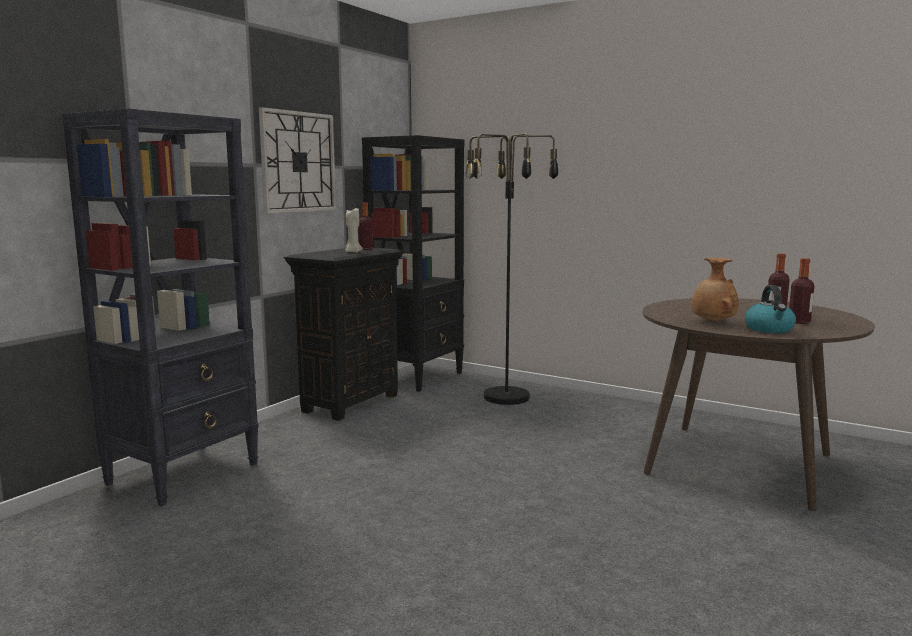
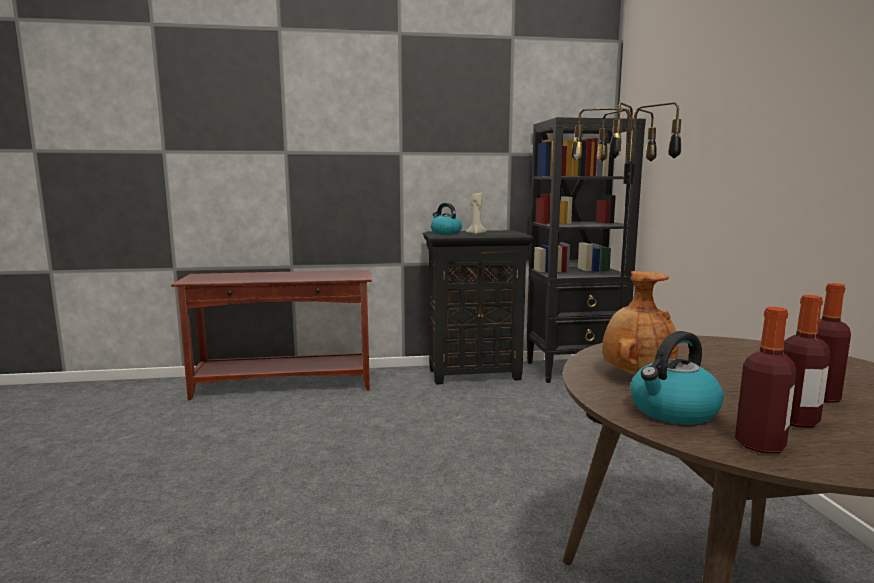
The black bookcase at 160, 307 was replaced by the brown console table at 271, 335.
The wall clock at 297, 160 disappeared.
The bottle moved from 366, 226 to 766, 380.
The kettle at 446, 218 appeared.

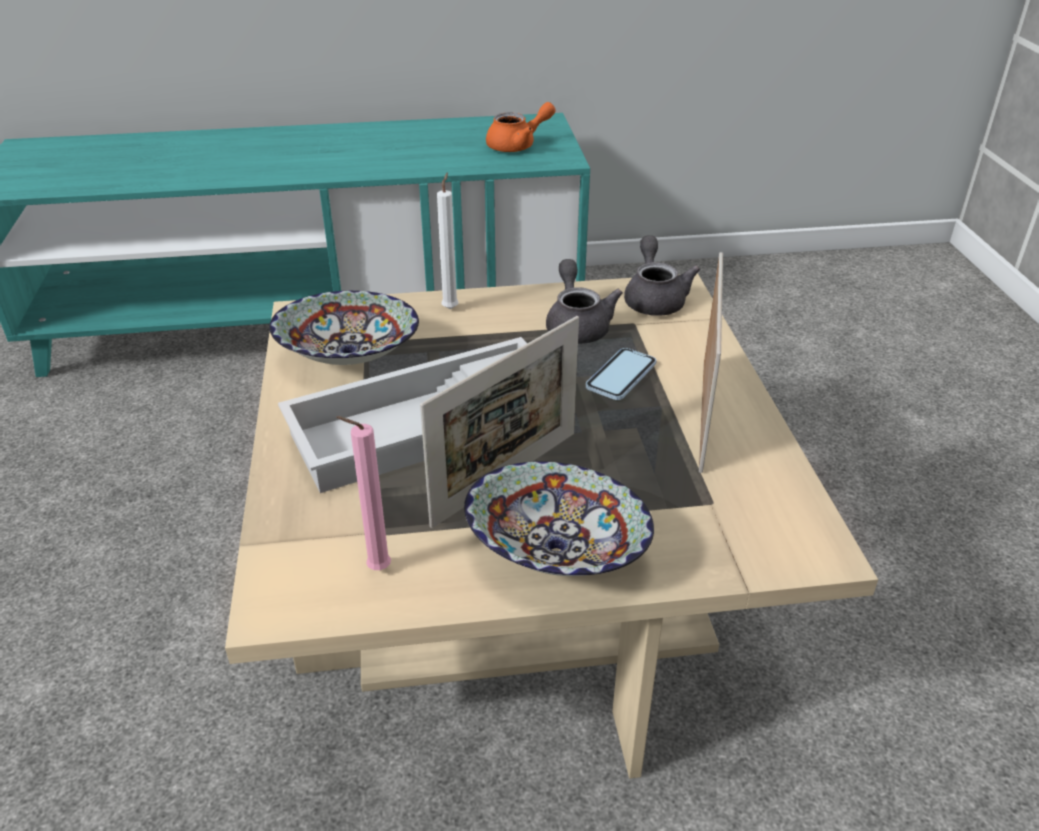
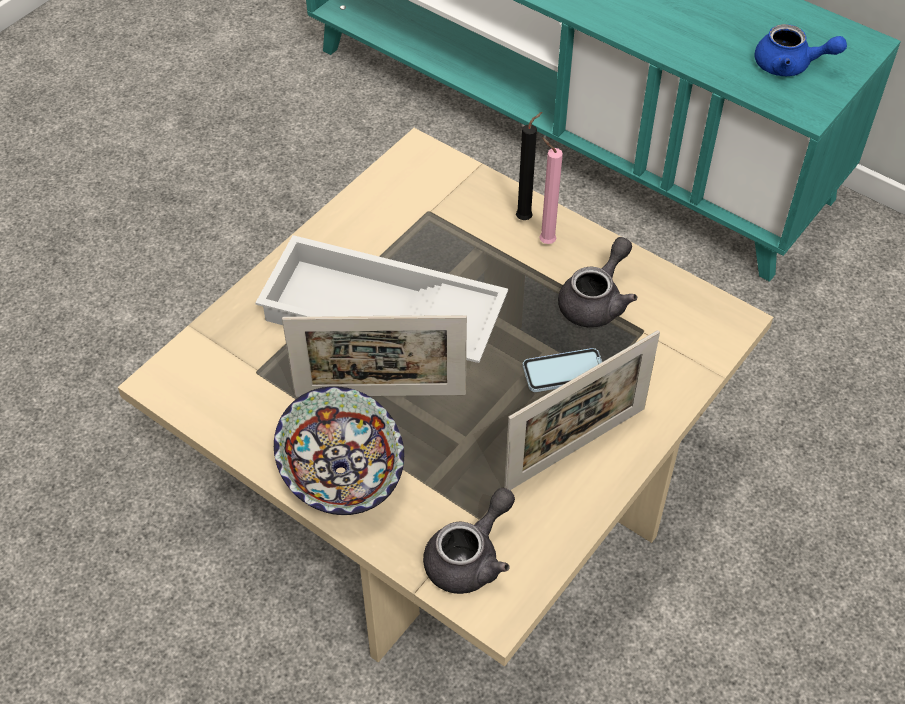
The bowl at 344, 328 disappeared.
The pink candle moved from 363, 493 to 551, 190.
The white candle at 448, 241 became the black candle at 529, 166.
The orange teapot at 521, 127 became the blue teapot at 801, 50.
The grey teapot moved from 662, 275 to 469, 541.

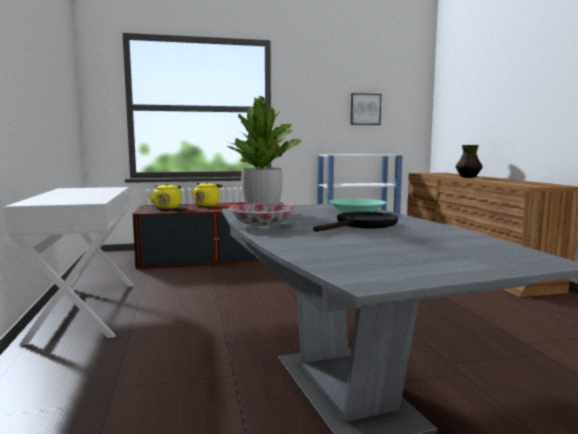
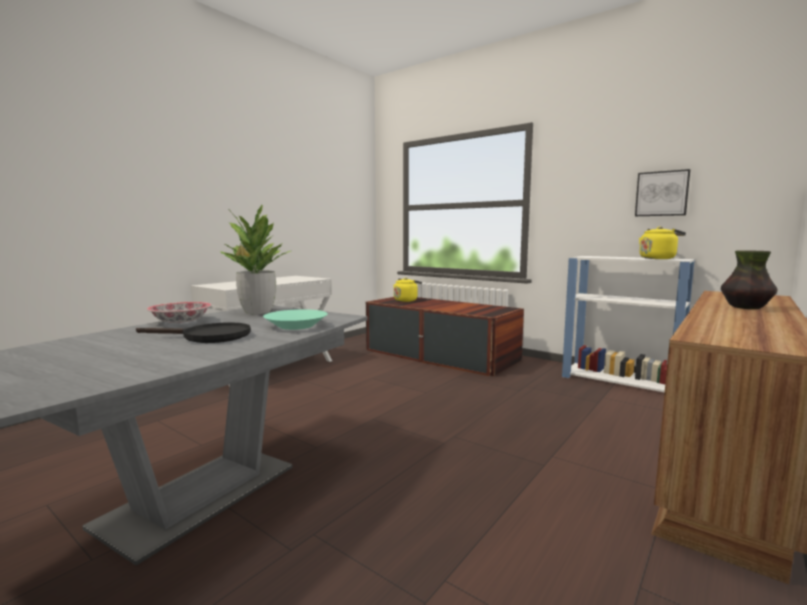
The yellow kettle moved from 207, 194 to 662, 243.

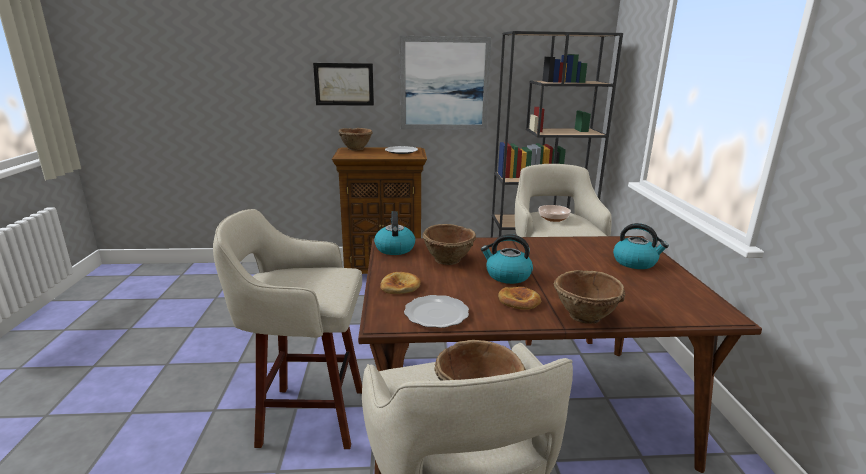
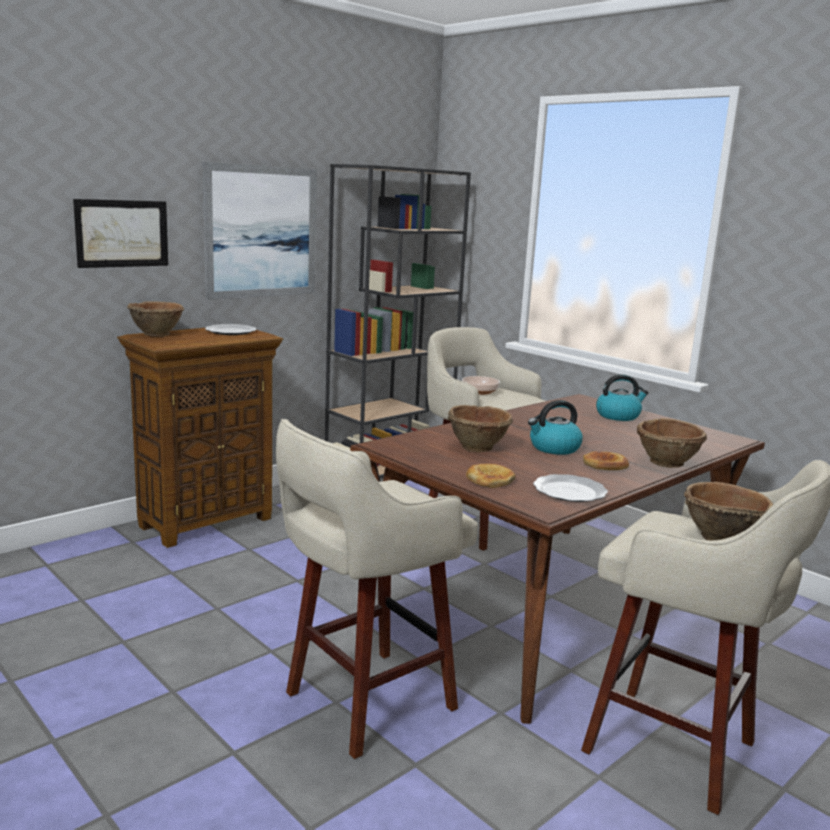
The kettle at 394, 233 disappeared.

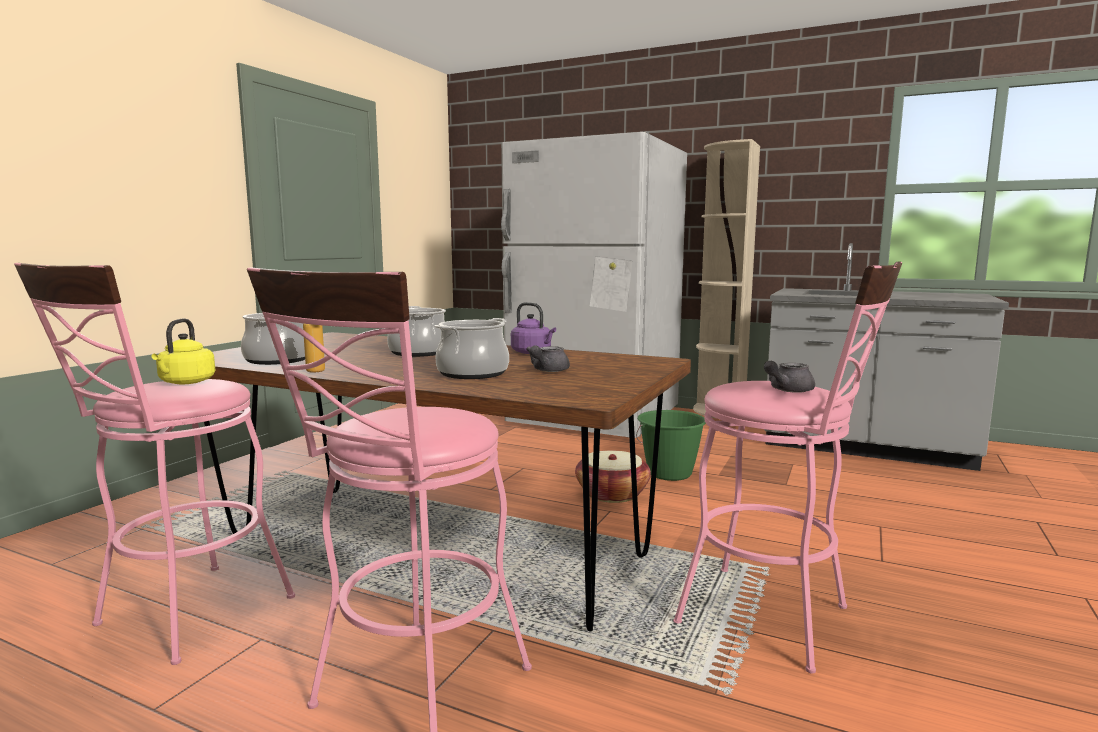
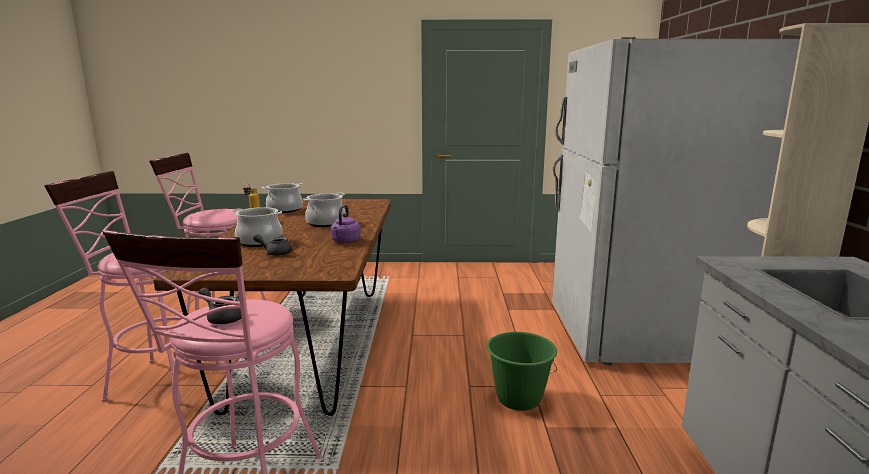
The yellow kettle at 183, 351 disappeared.
The basket at 613, 477 disappeared.

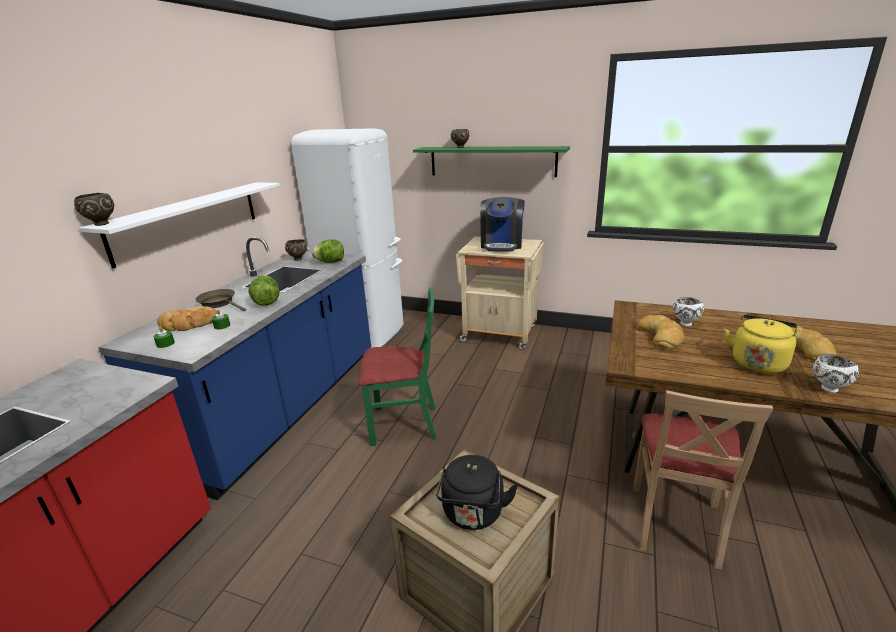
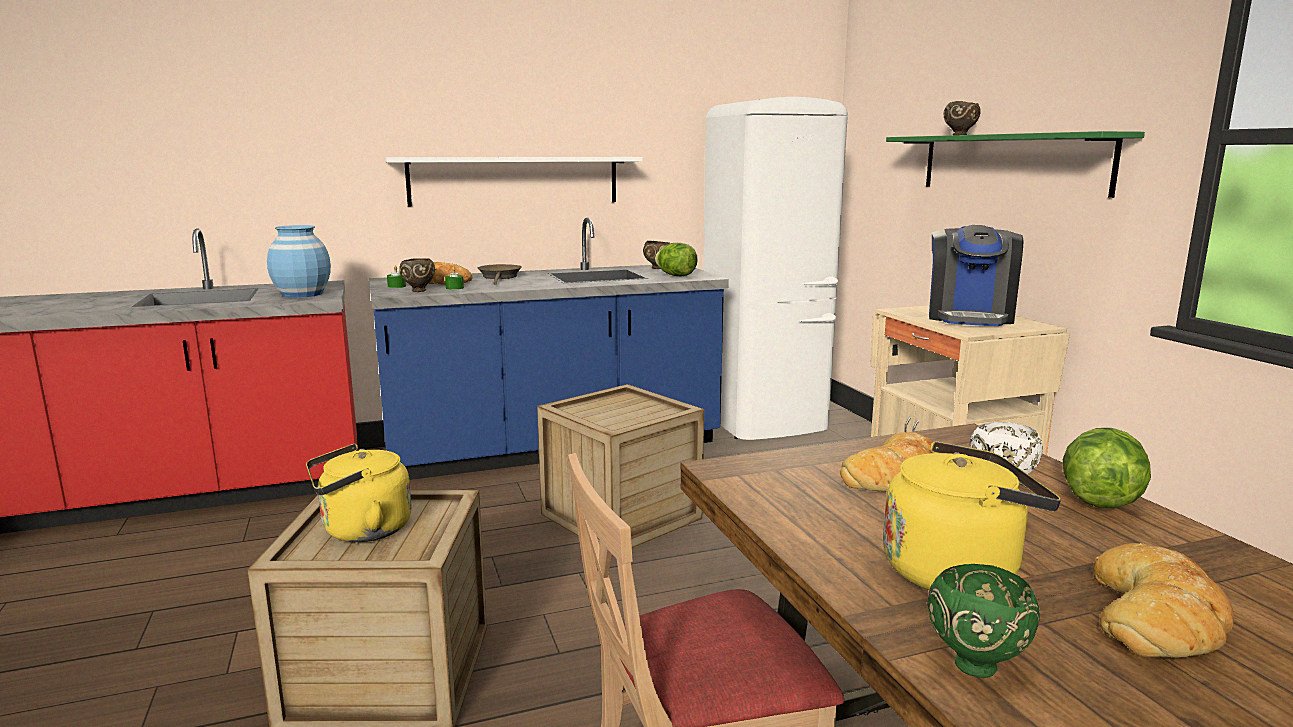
The brown bowl moved from 94, 209 to 417, 275.
The lettuce moved from 264, 290 to 1107, 468.
The green chair at 397, 367 was replaced by the crate at 620, 470.
The black kettle at 477, 492 became the yellow kettle at 359, 493.
The coffee machine at 502, 224 turned 45 degrees counterclockwise.
The white bowl at 836, 373 became the green bowl at 983, 621.
The blue vase at 299, 261 appeared.

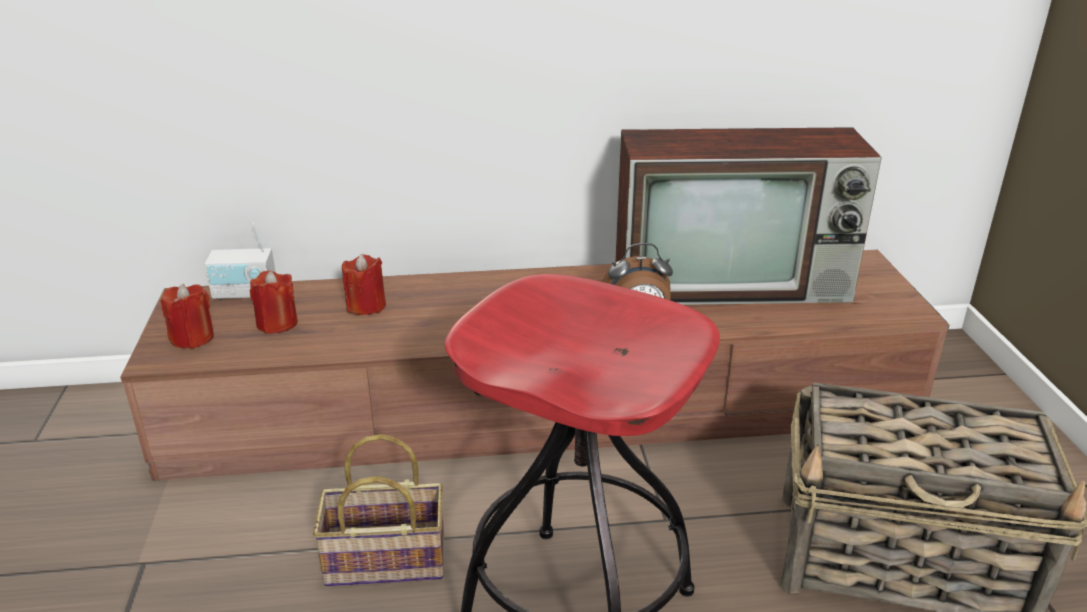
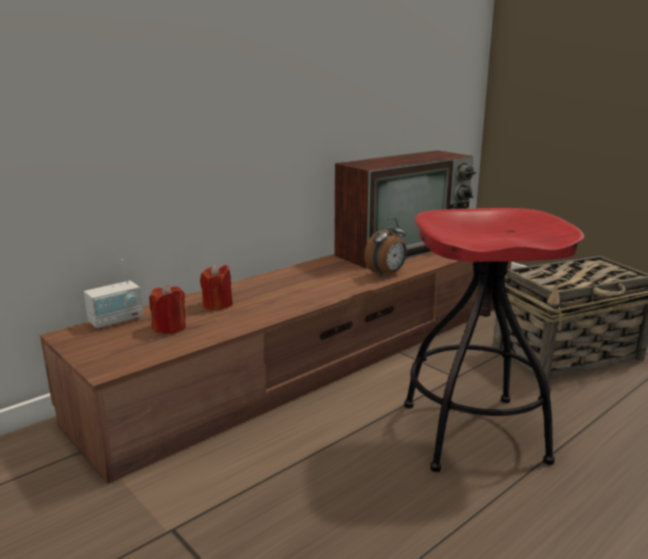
The red candle at 187, 316 disappeared.
The basket at 378, 510 disappeared.

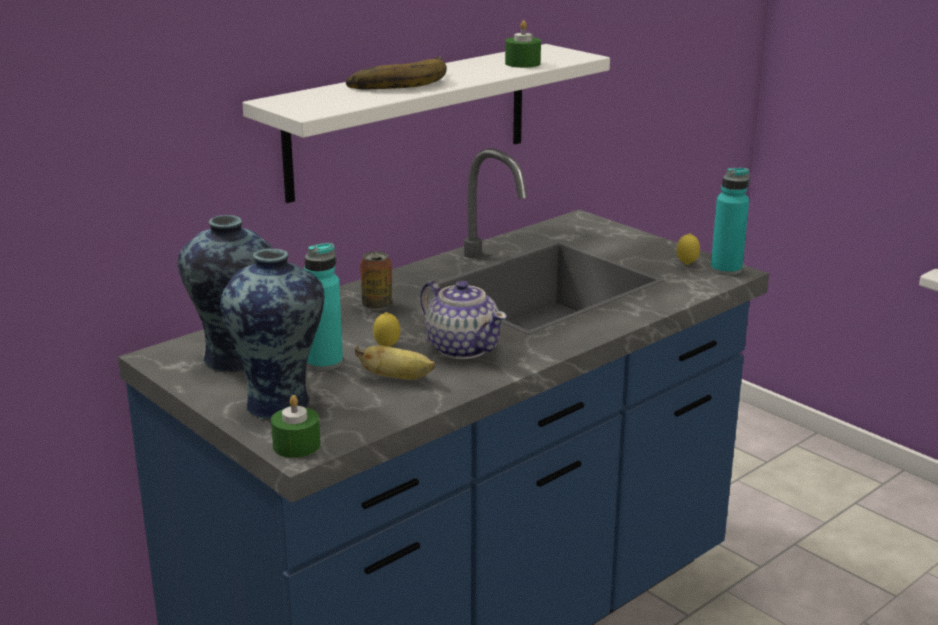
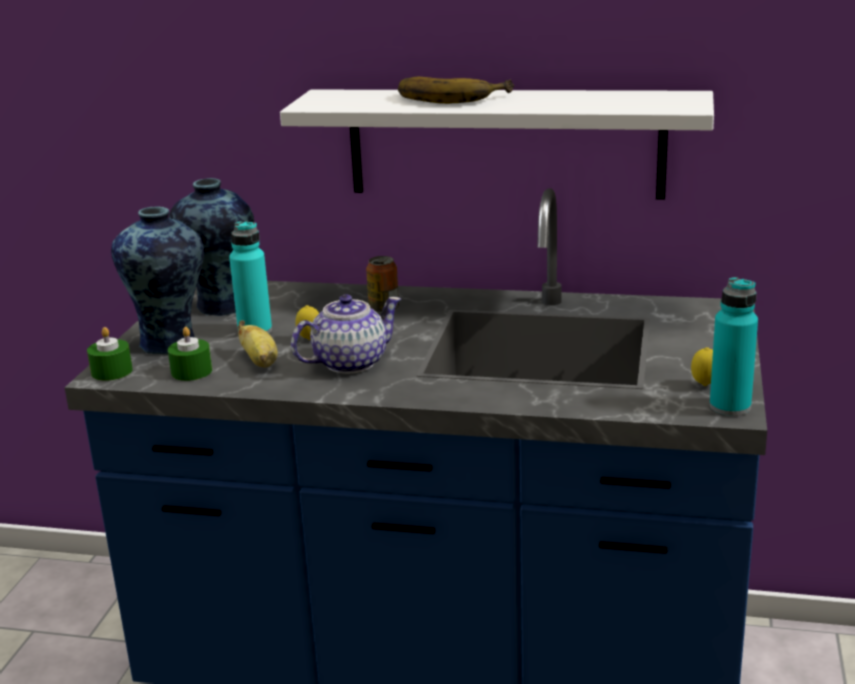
The teapot at 463, 319 turned 135 degrees counterclockwise.
The green candle moved from 523, 44 to 190, 354.

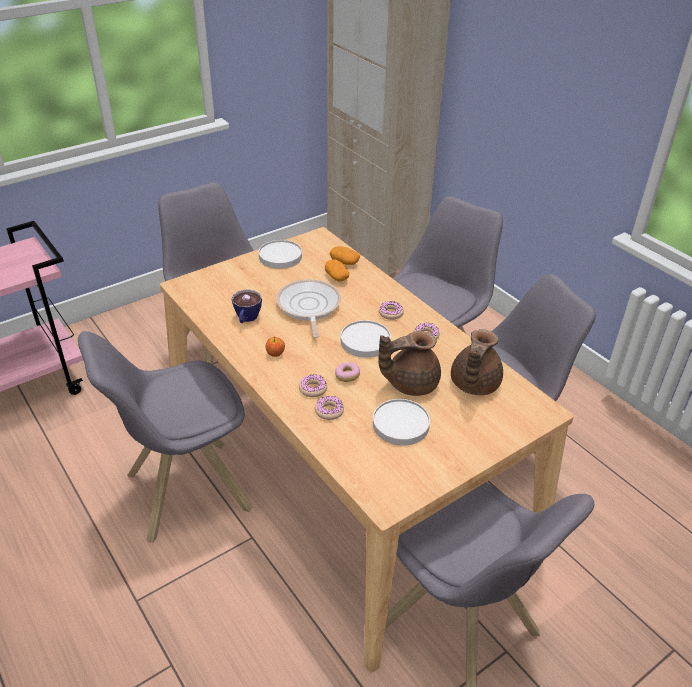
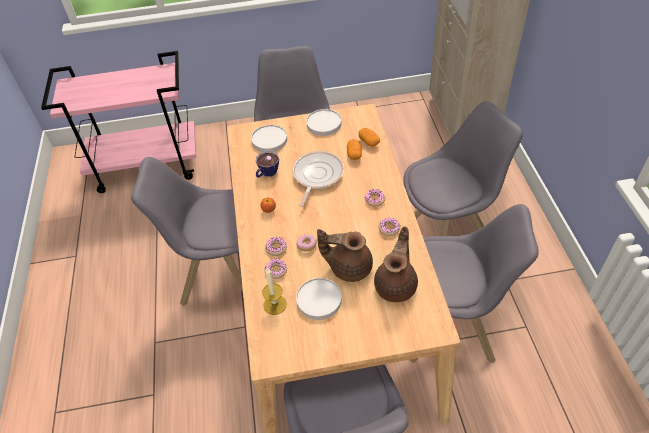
The white plate moved from 366, 339 to 269, 138.
The brown teapot at 477, 362 turned 150 degrees clockwise.
The candle at 274, 291 appeared.

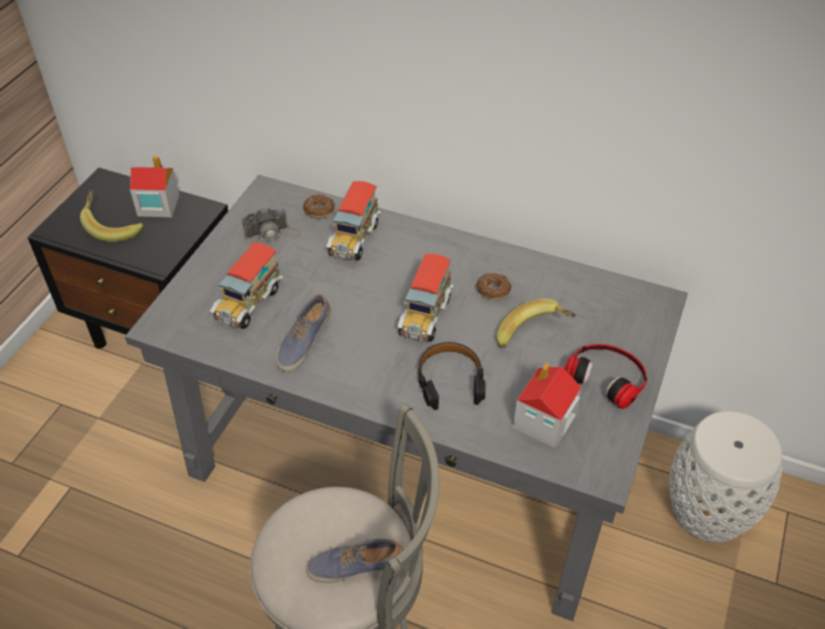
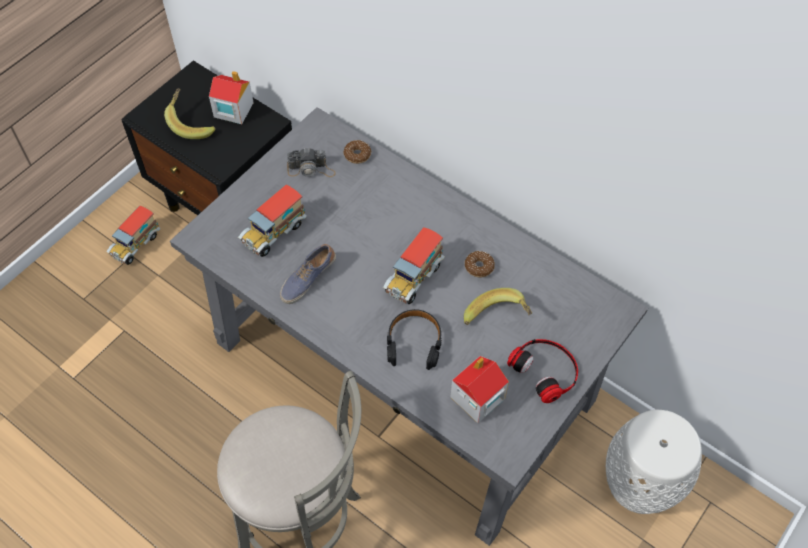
The shoe at 355, 561 disappeared.
The toy truck moved from 353, 221 to 133, 235.

